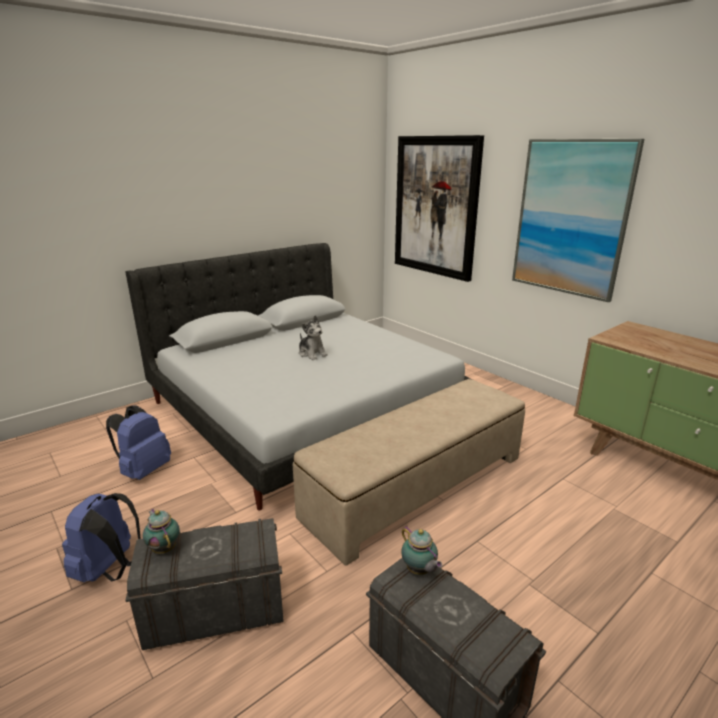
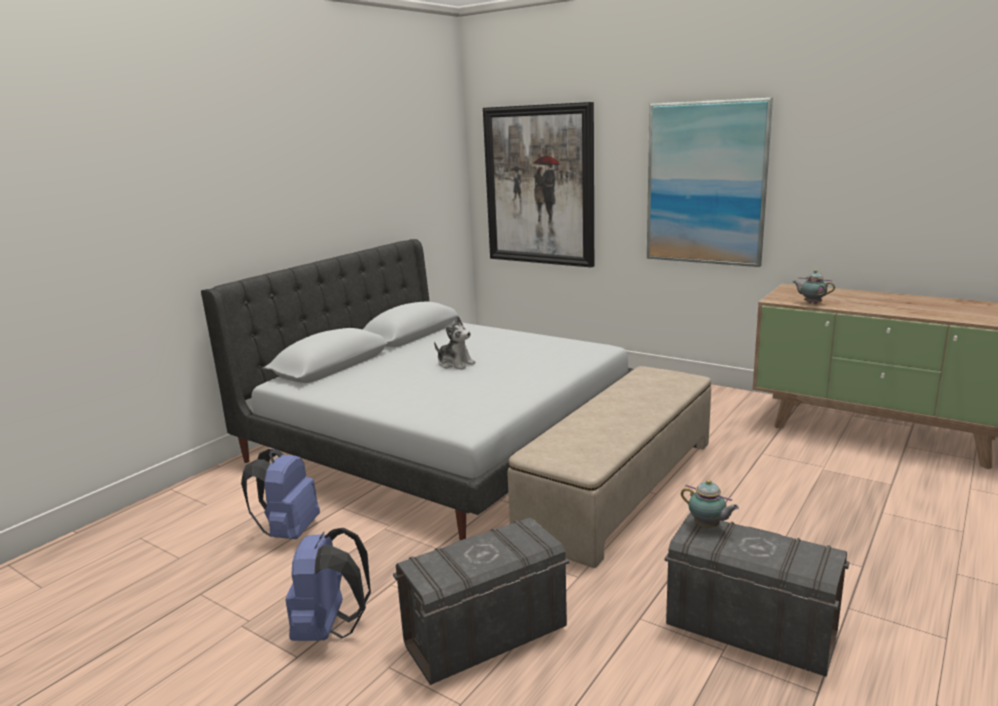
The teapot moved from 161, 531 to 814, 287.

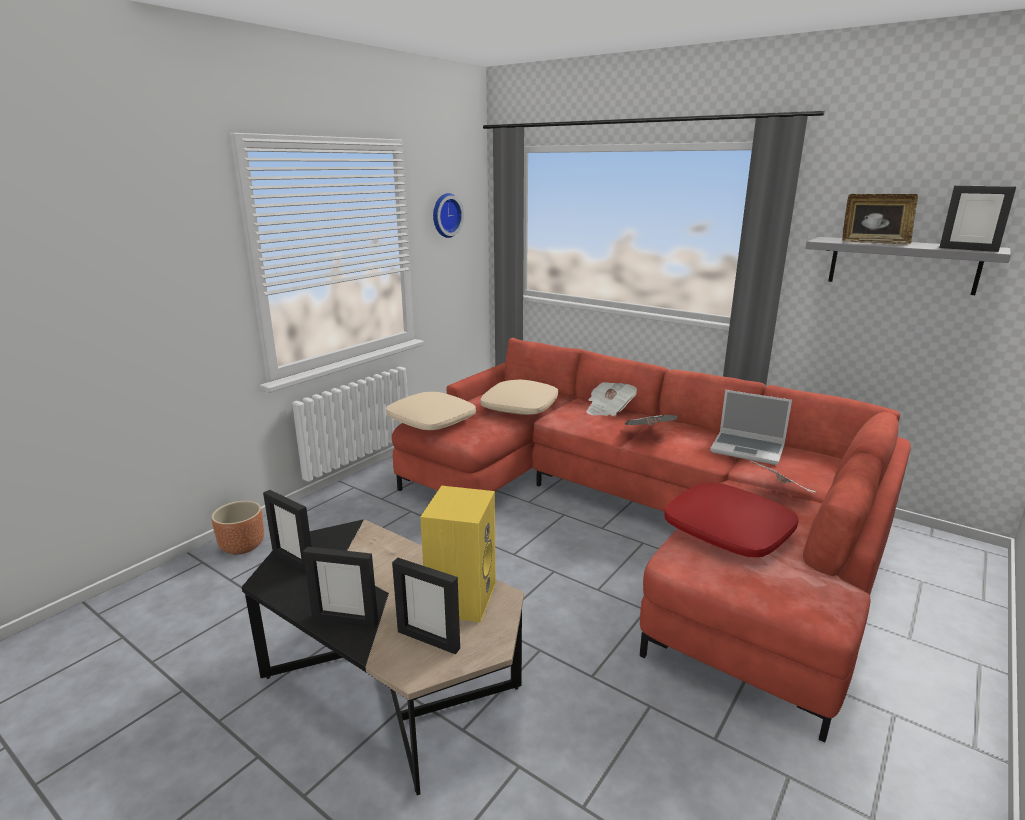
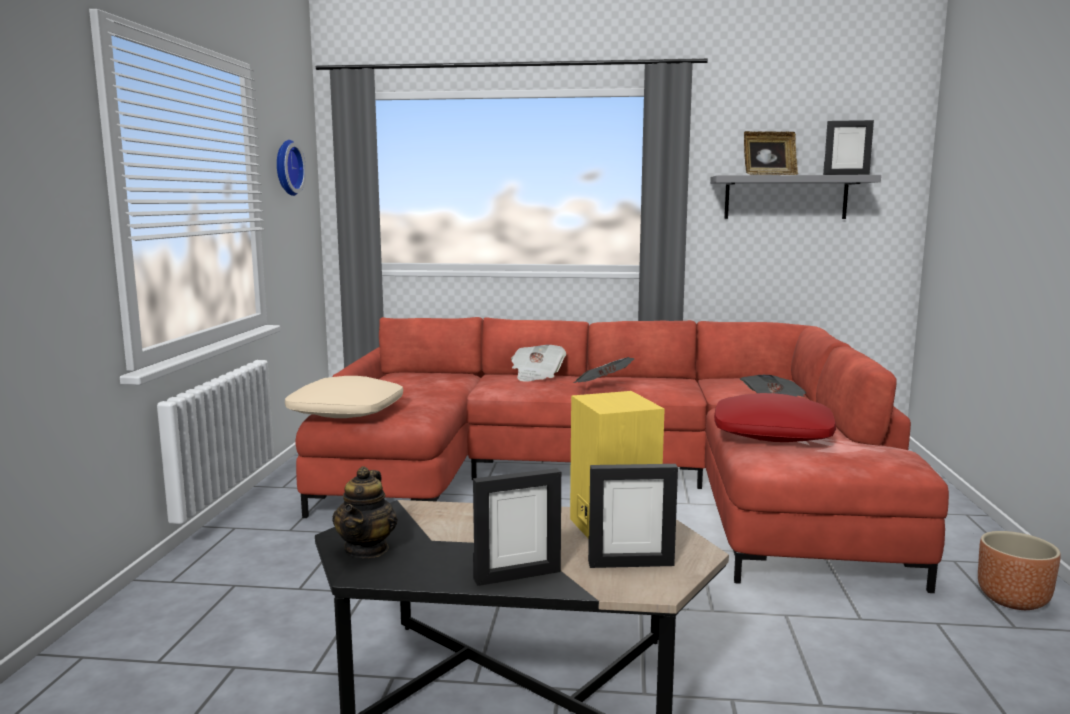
The brown planter moved from 237, 527 to 1019, 570.
The picture frame at 287, 531 was replaced by the teapot at 365, 512.
The beige pillow at 519, 397 disappeared.
The laptop at 751, 427 disappeared.

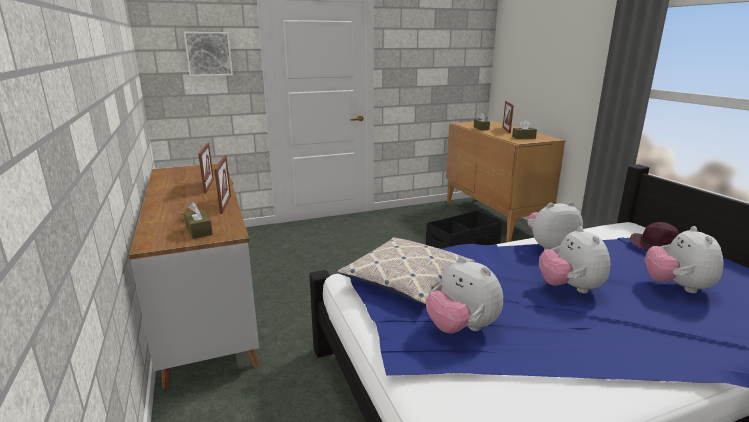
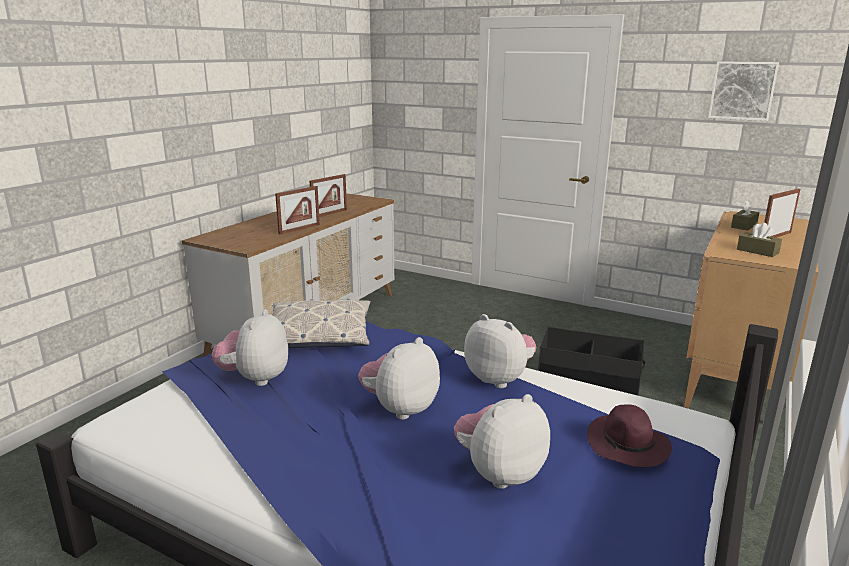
The picture moved from 208, 54 to 743, 91.
The brown tissue box at 198, 220 disappeared.

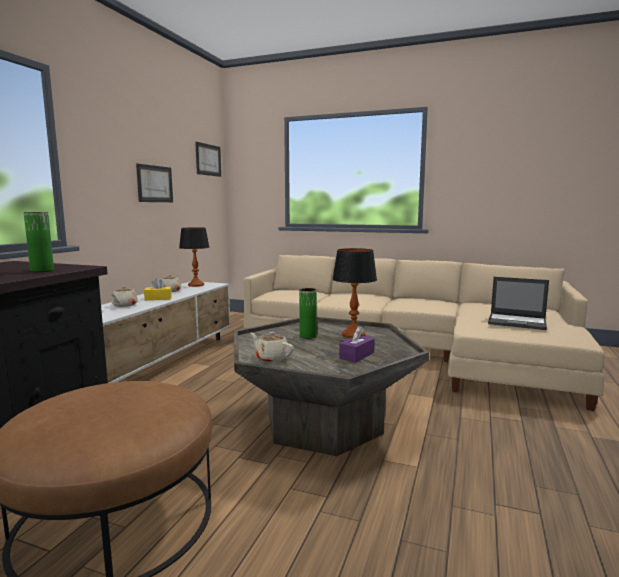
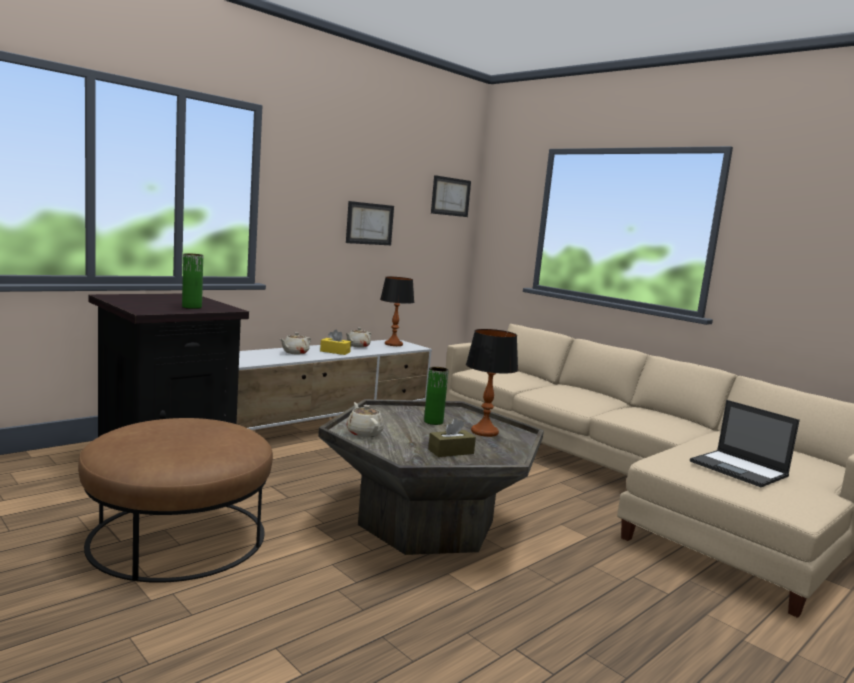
The purple tissue box at 357, 344 became the brown tissue box at 452, 437.

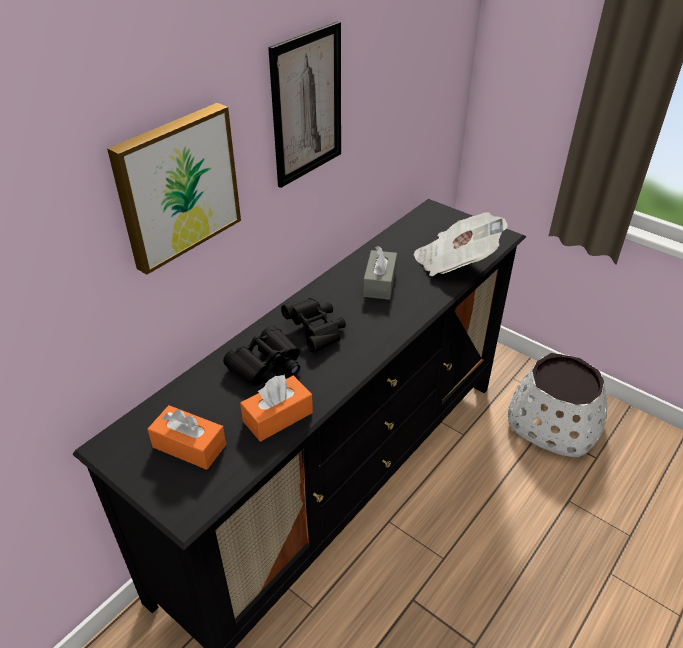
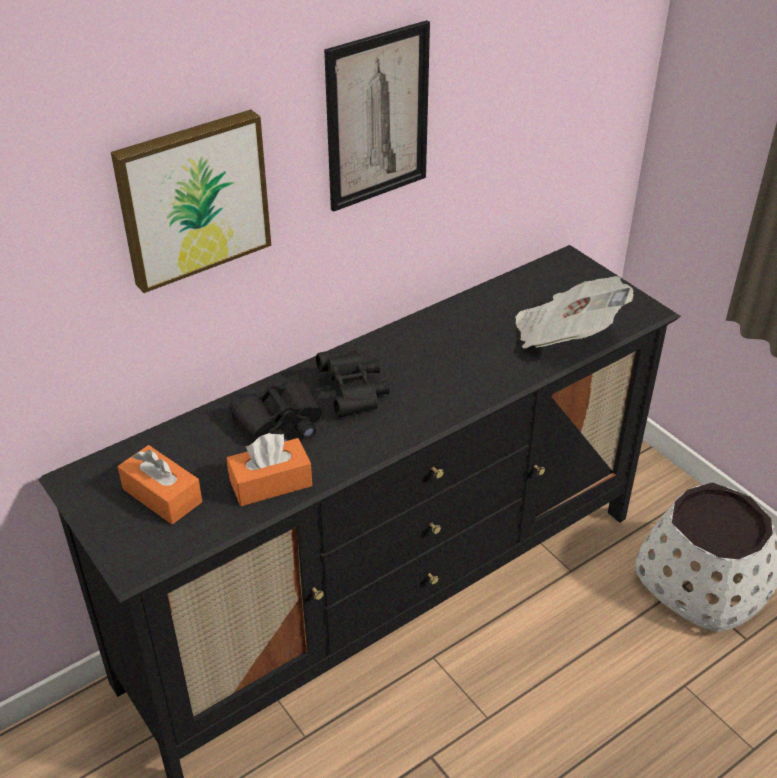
The grey tissue box at 380, 273 disappeared.

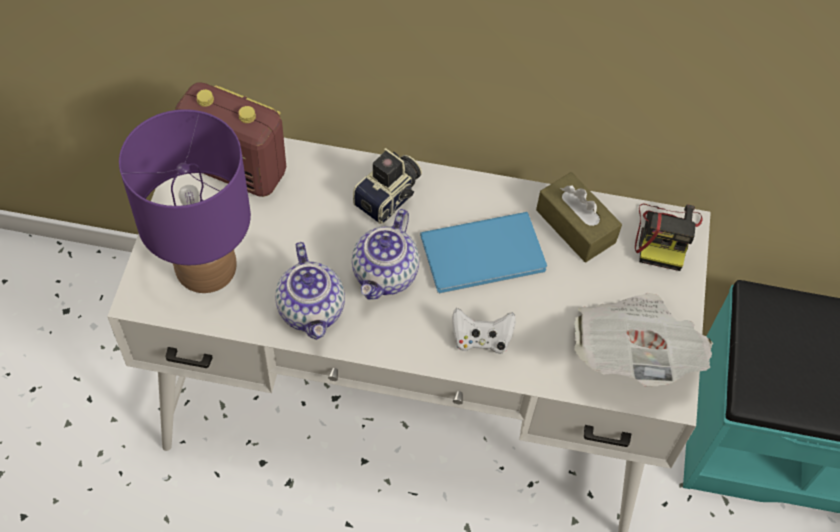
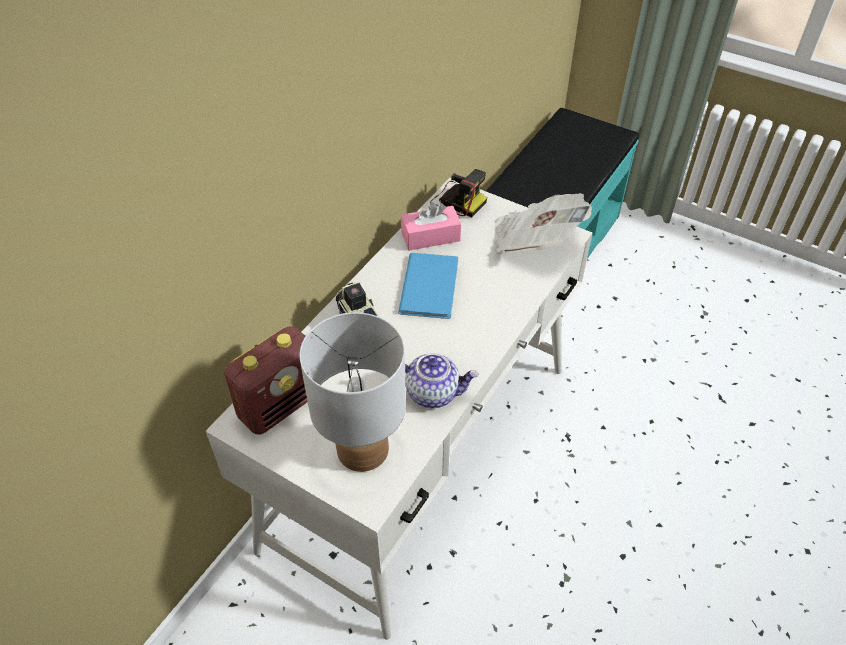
The purple table lamp at 185, 201 became the grey table lamp at 352, 392.
The teapot at 385, 254 disappeared.
The white game controller at 484, 331 disappeared.
The brown tissue box at 579, 217 became the pink tissue box at 431, 226.

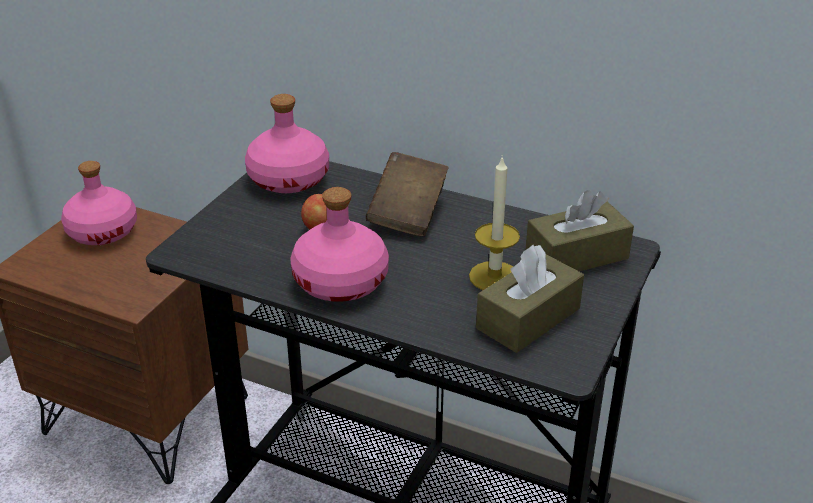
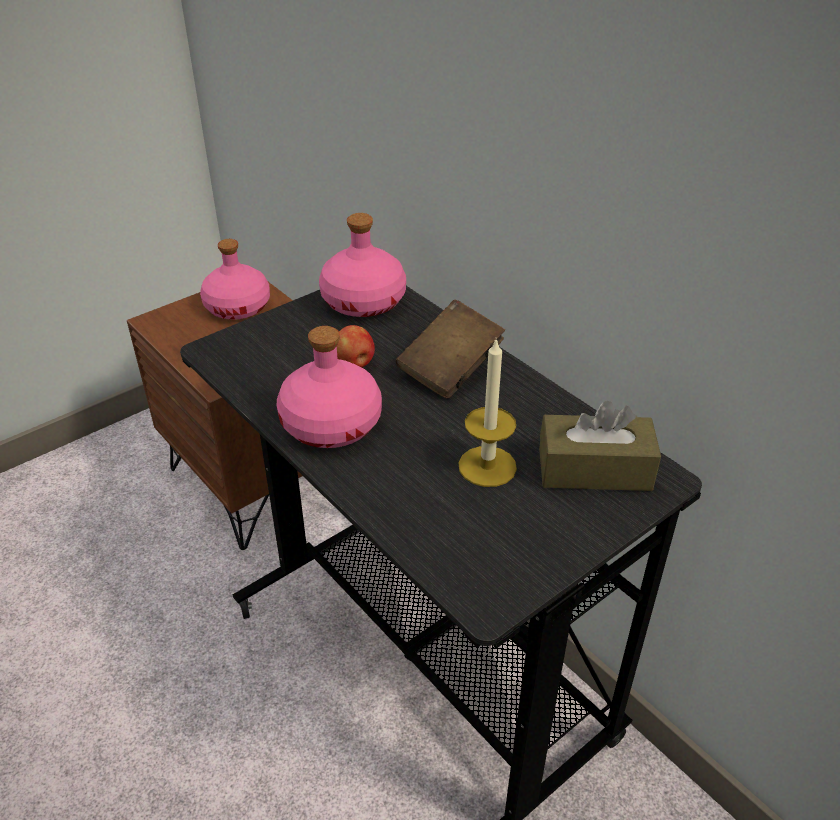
The brown tissue box at 530, 299 disappeared.

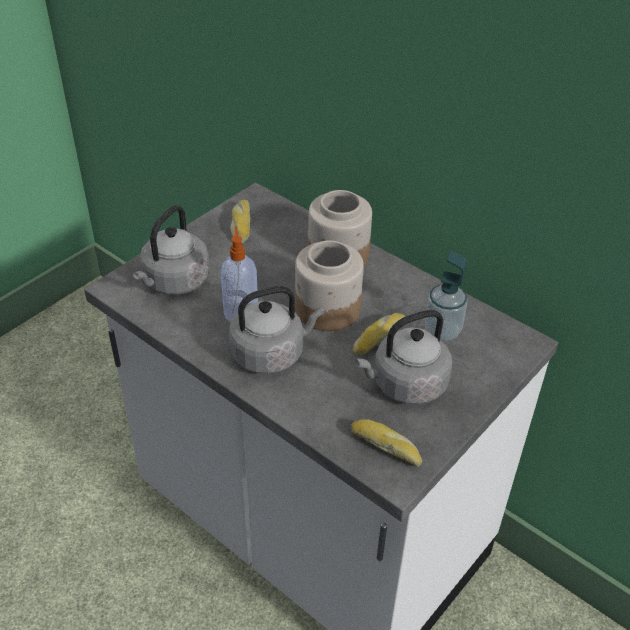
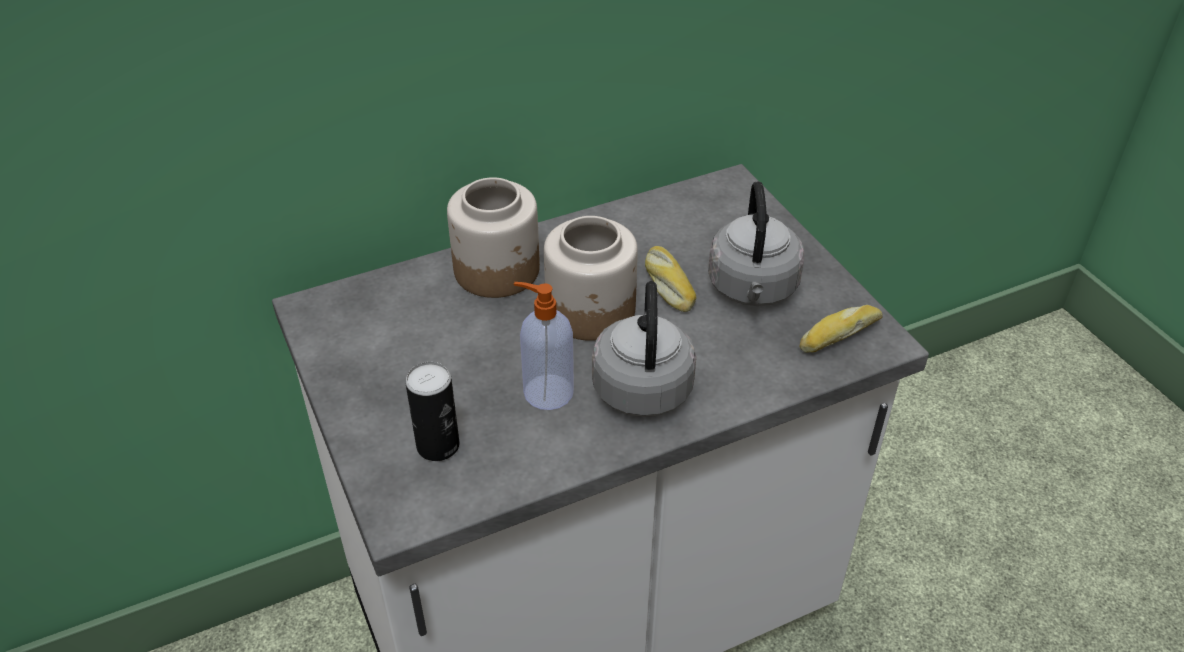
The grey kettle at 171, 250 was replaced by the can at 432, 411.
The bread at 240, 222 disappeared.
The soap dispenser at 446, 296 disappeared.

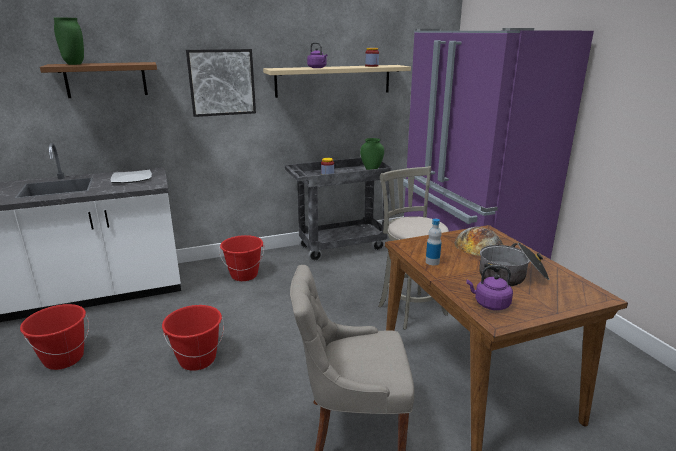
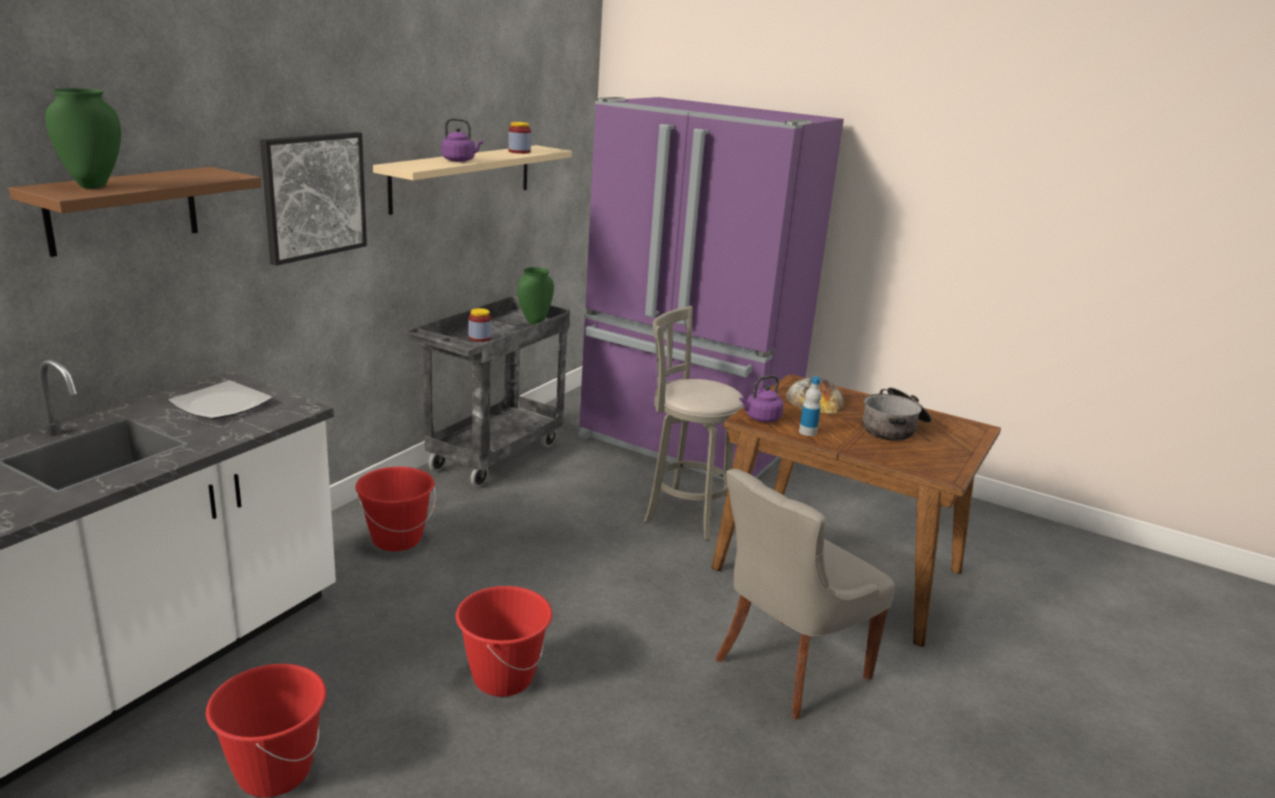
The purple kettle moved from 489, 287 to 761, 399.

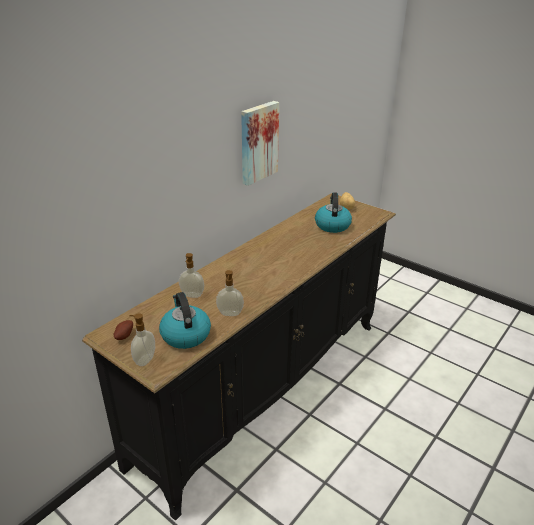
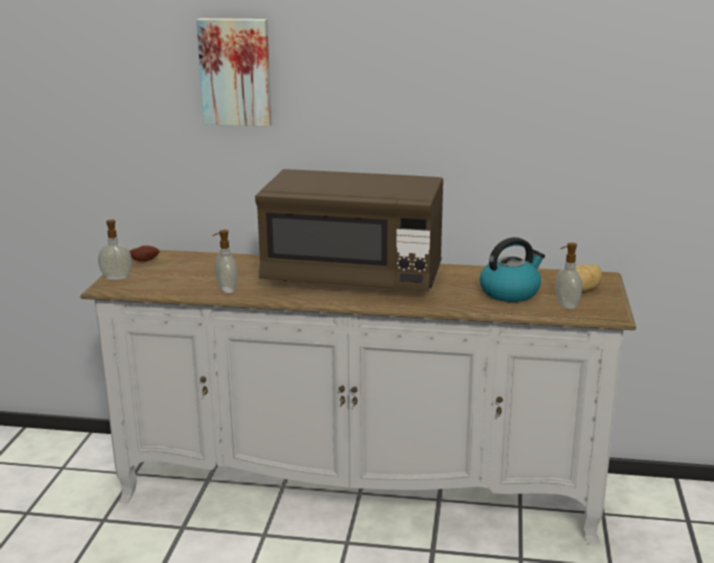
The black cabinet at 239, 356 became the white cabinet at 358, 397.
The kettle at 185, 320 disappeared.
The soap dispenser moved from 191, 275 to 569, 276.
The picture moved from 260, 143 to 234, 72.
The brown microwave at 349, 230 appeared.

